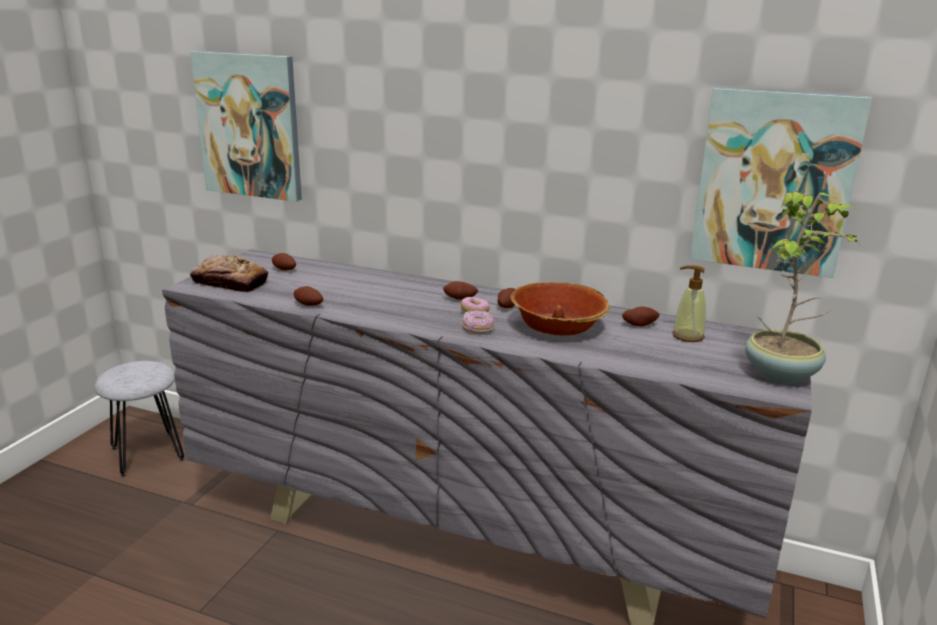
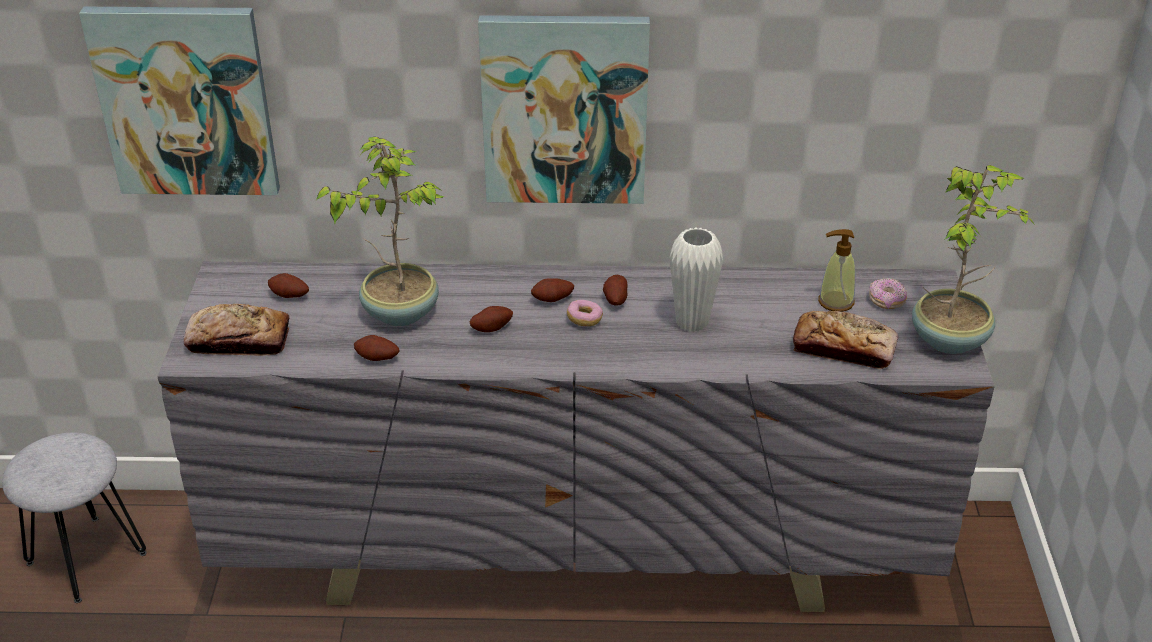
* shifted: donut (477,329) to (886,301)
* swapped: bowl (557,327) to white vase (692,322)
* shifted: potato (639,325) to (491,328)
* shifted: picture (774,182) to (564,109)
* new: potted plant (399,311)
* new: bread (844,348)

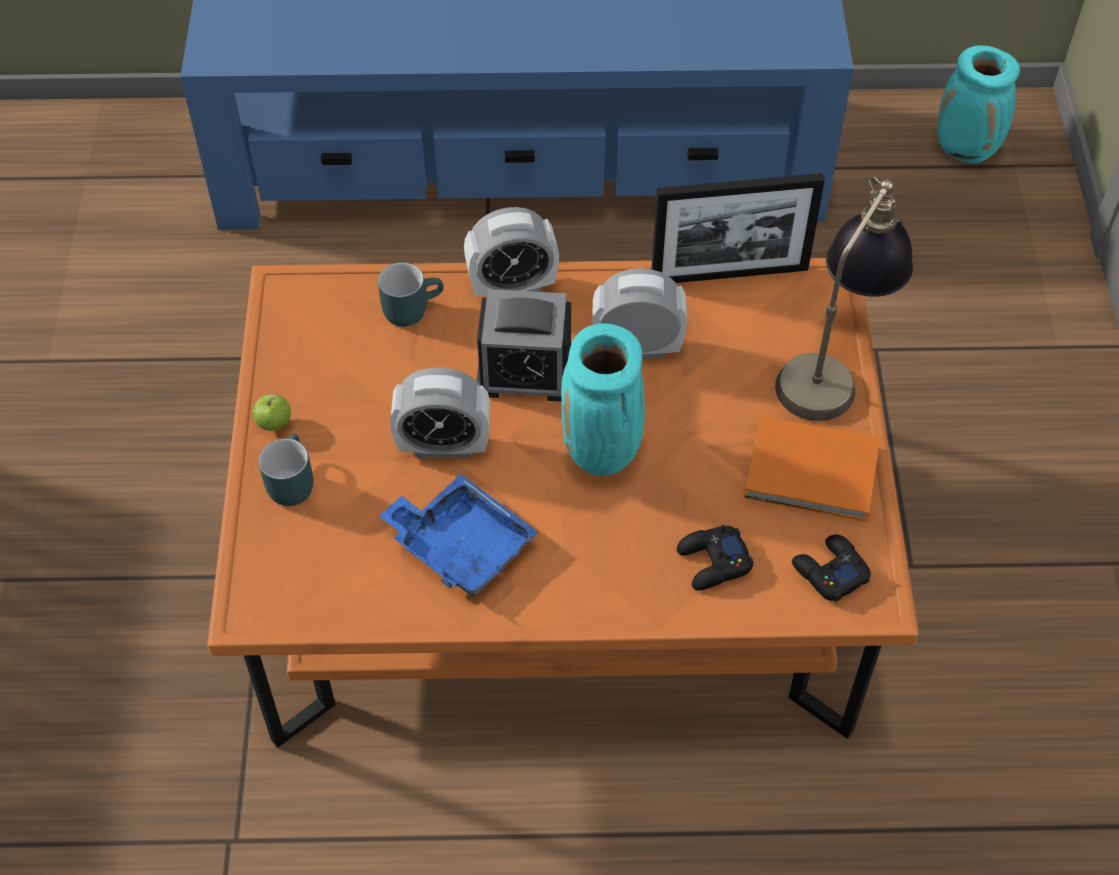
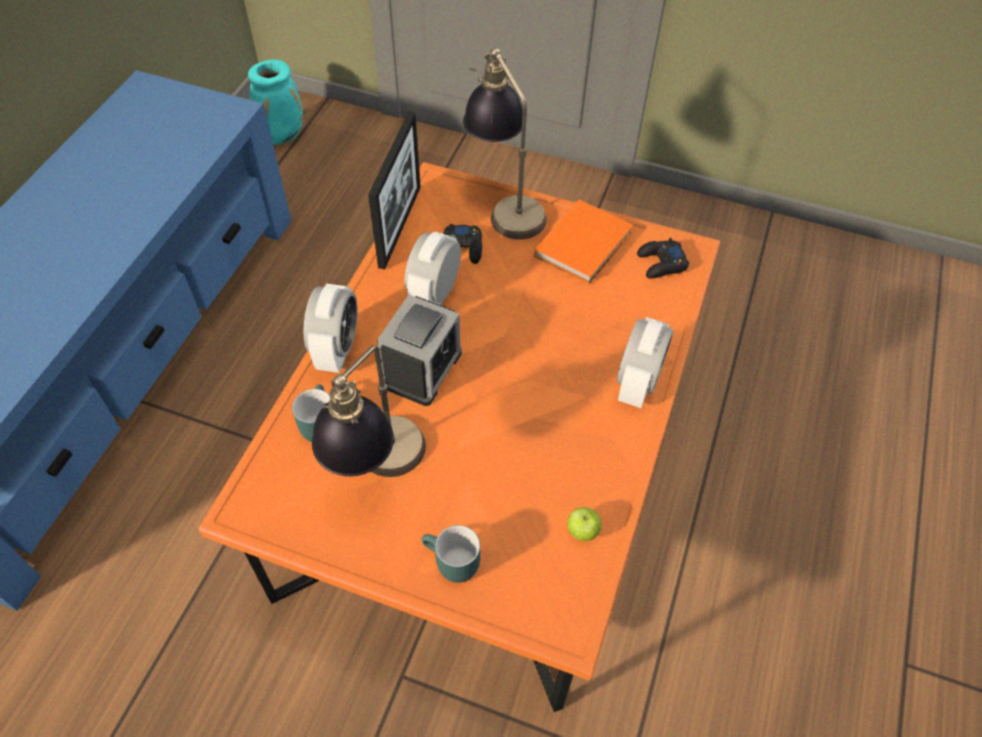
* shifted: apple (274,423) to (582,531)
* gone: blue tray (461,545)
* shifted: alarm clock (443,446) to (637,383)
* gone: turquoise vase (603,454)
* shifted: black game controller (713,563) to (462,248)
* new: table lamp (378,471)

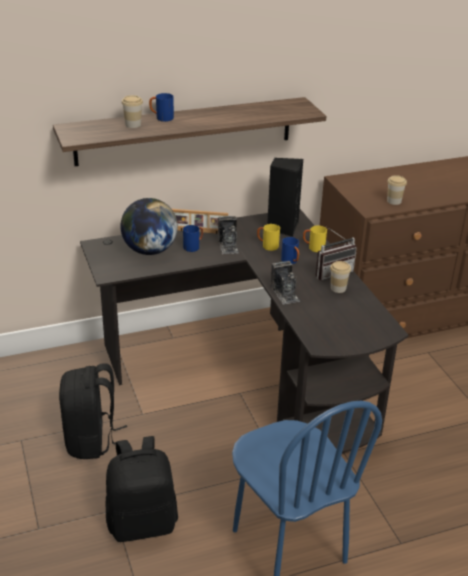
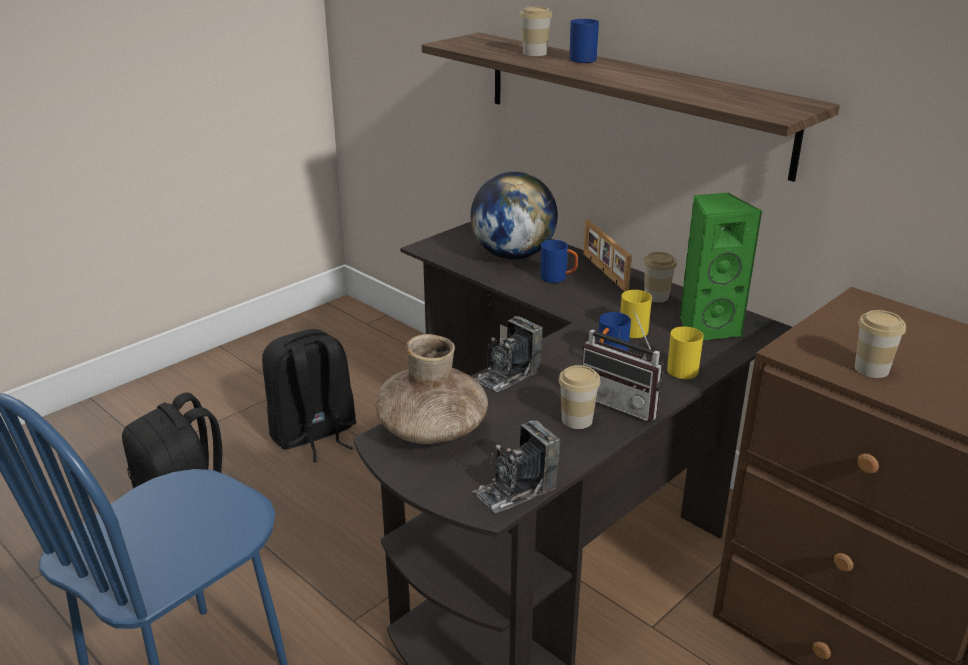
* shifted: photo camera (228,246) to (515,490)
* repainted: black speaker (282,227) to green speaker (707,327)
* new: brown vase (432,429)
* new: cup (656,296)

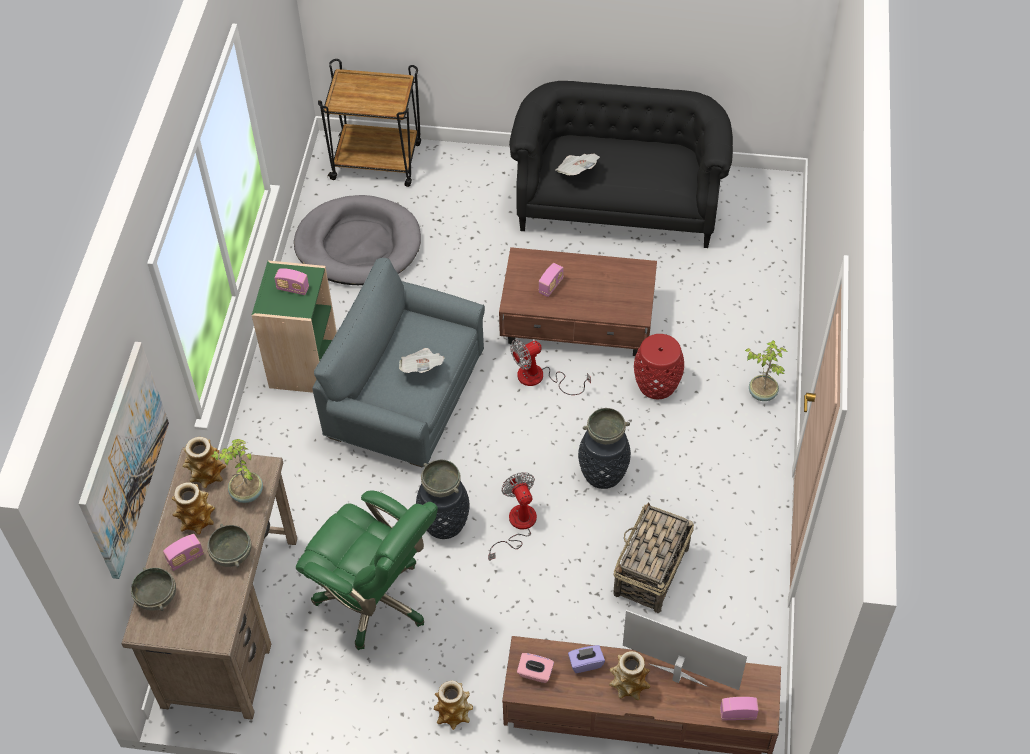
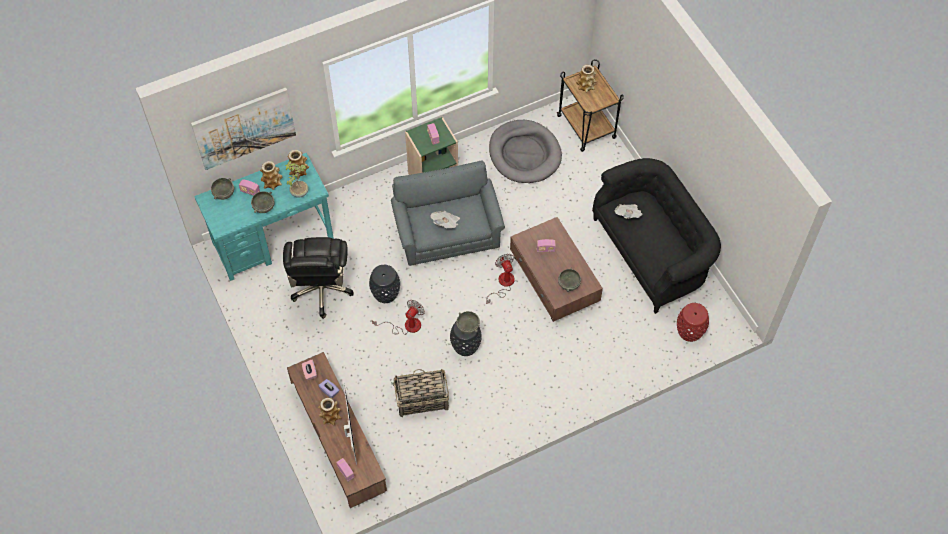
* repainted: brown desk (230,619) to turquoise desk (273,240)
* repainted: green office chair (375,602) to black office chair (321,291)
* shifted: grey bowl (441,487) to (568,284)
* shifted: vase (454,713) to (586,86)
* rotated: fan (540,378) = (503,284) 45 degrees clockwise
* shifted: red stool (657,384) to (689,331)
* gone: potted plant (762,393)

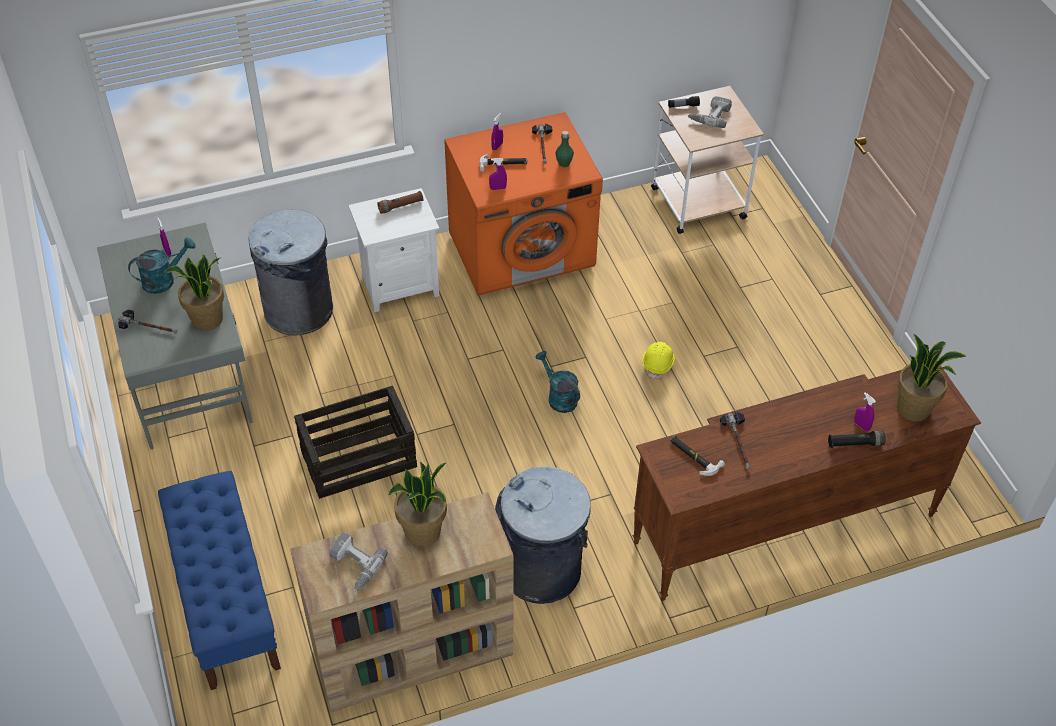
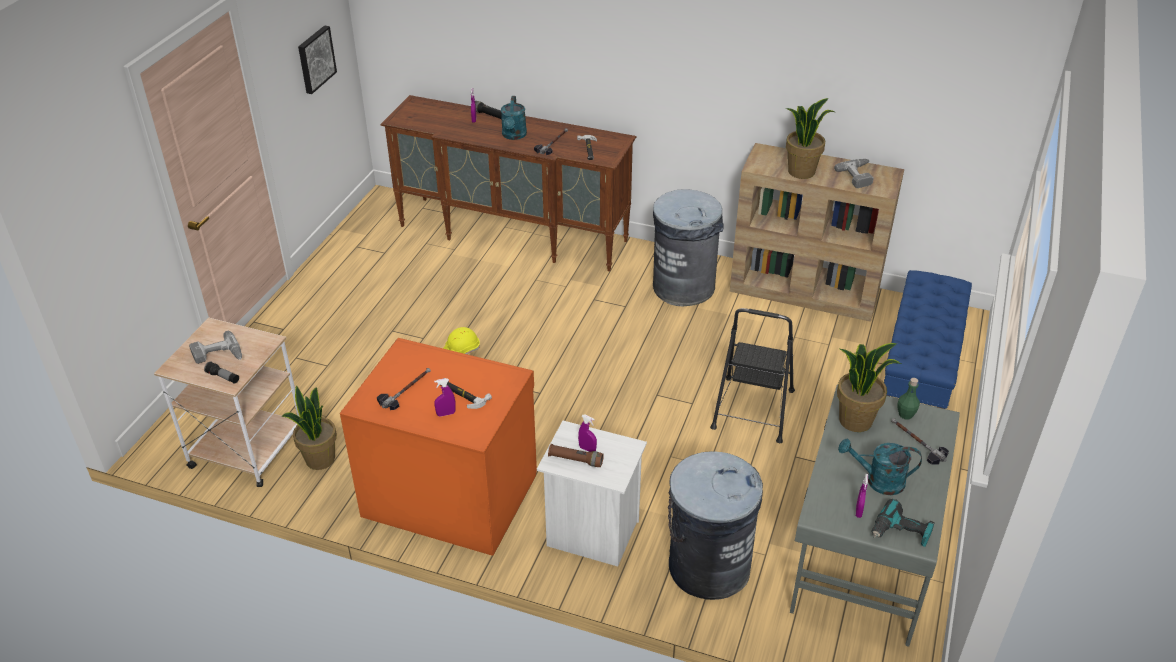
* swapped: crate (359,459) to black step ladder (752,410)
* shifted: purple spray bottle (498,188) to (587,449)
* shifted: turquoise watering can (558,397) to (514,136)
* shifted: green bottle (564,163) to (905,415)
* shifted: potted plant (914,408) to (319,459)
* new: picture (315,59)
* new: power drill (901,533)

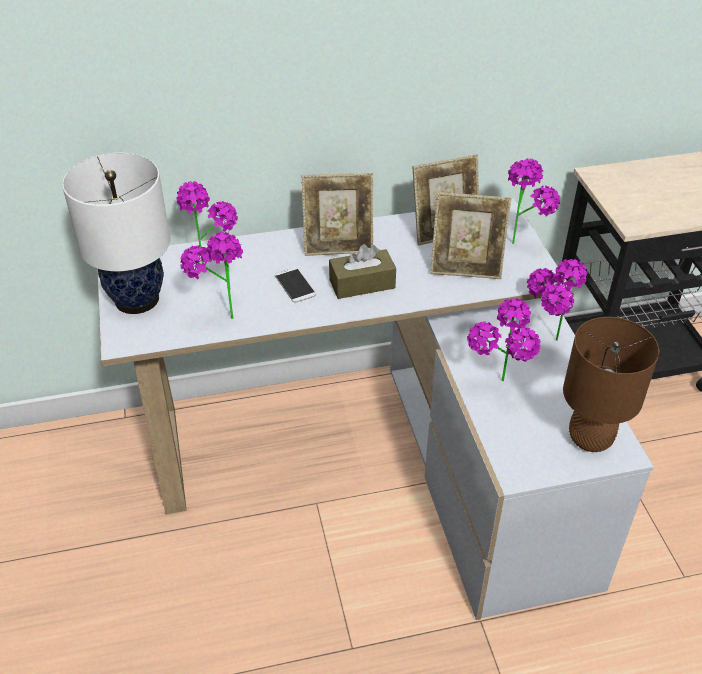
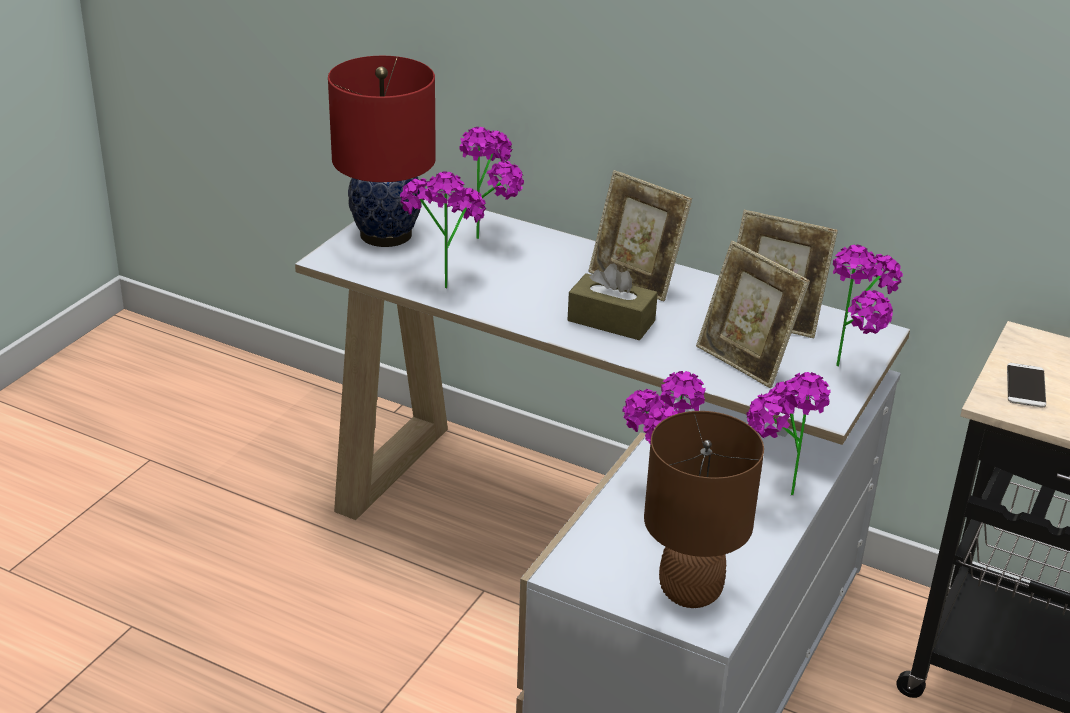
* repainted: white table lamp (137,299) to red table lamp (386,234)
* shifted: phone (295,285) to (1025,386)

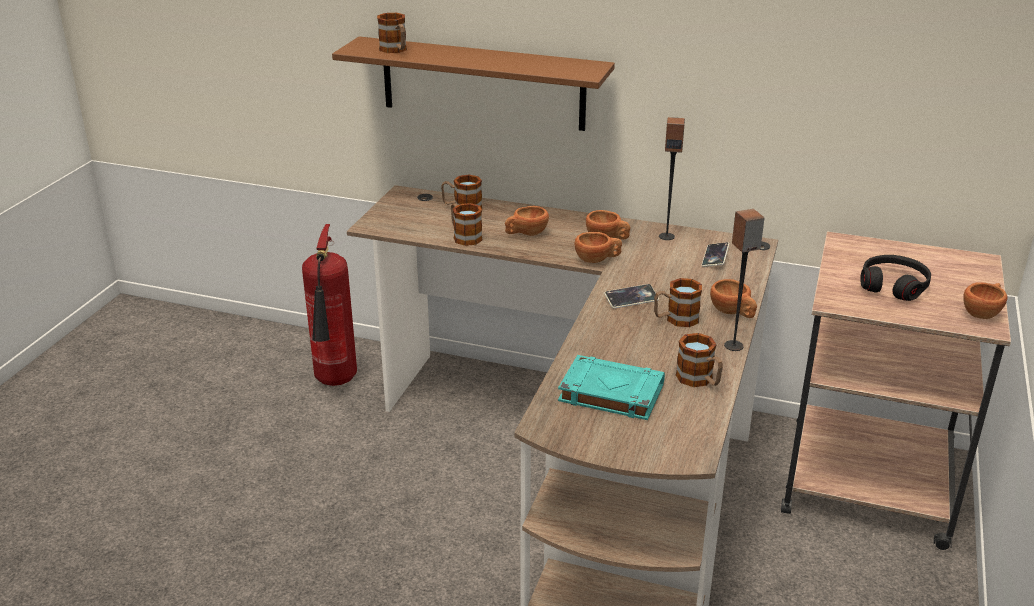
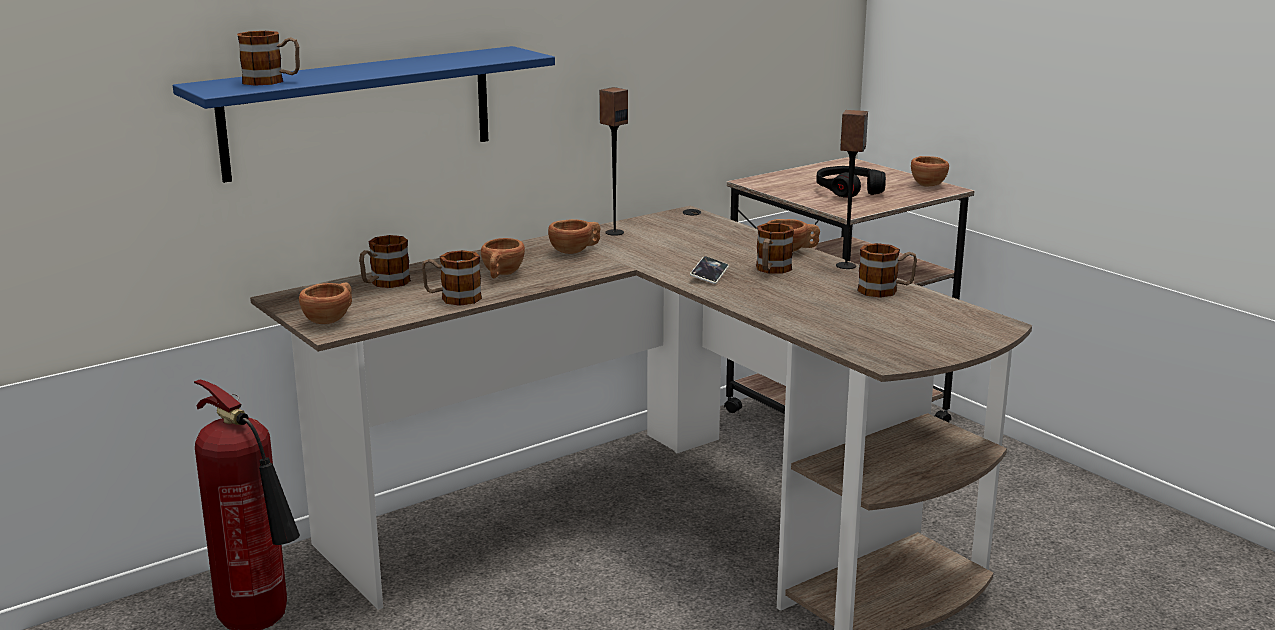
* repainted: brown shelf (482,83) to blue shelf (359,112)
* gone: turquoise book (610,393)
* shifted: brown cup (597,260) to (331,319)
* gone: phone (715,257)

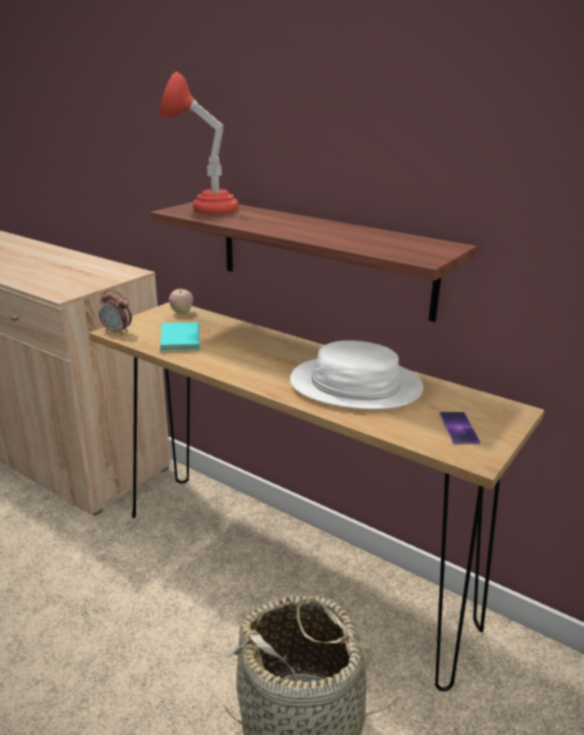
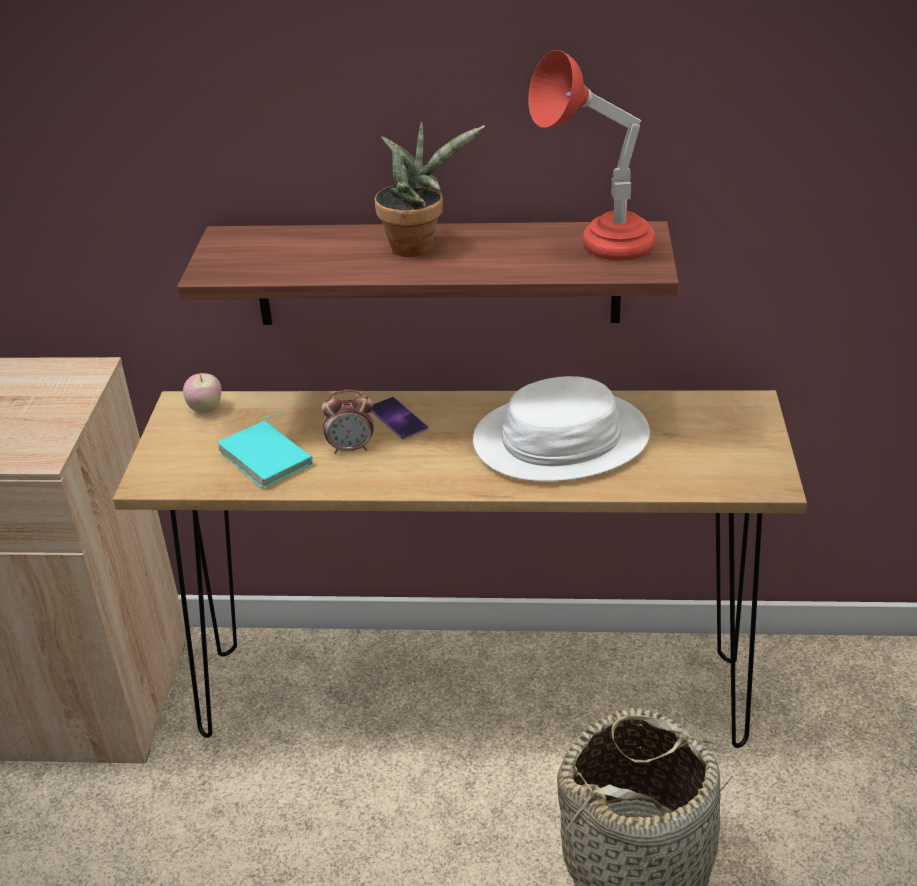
* shifted: alarm clock (117,332) to (351,448)
* shifted: red table lamp (203,208) to (597,248)
* shifted: phone (459,428) to (398,418)
* new: potted plant (417,246)

